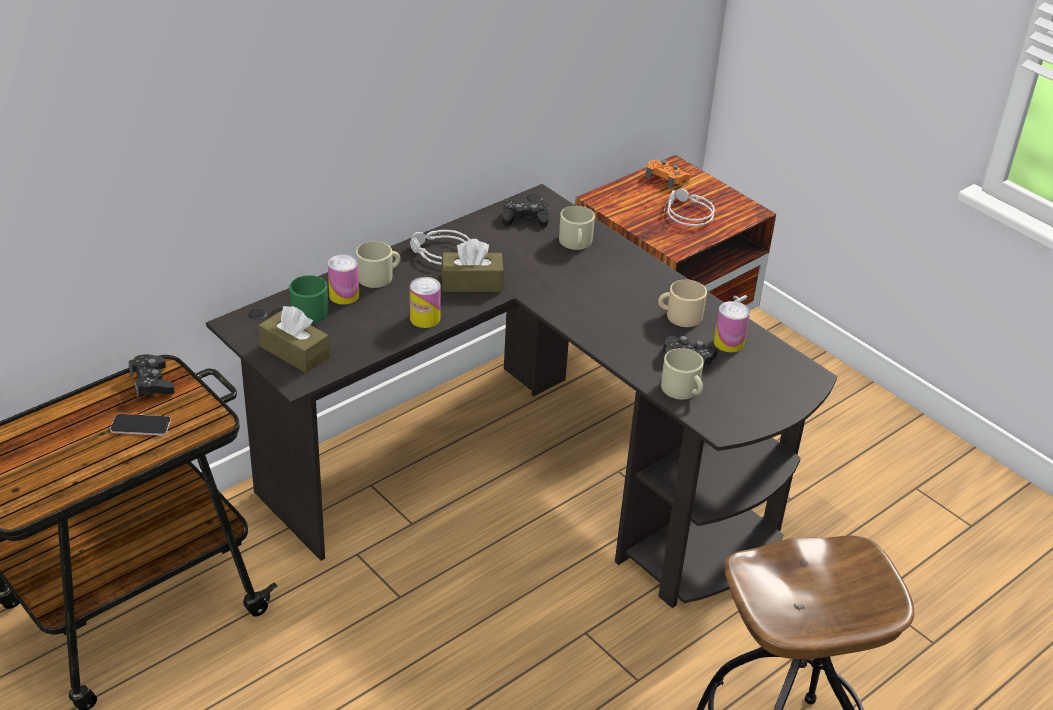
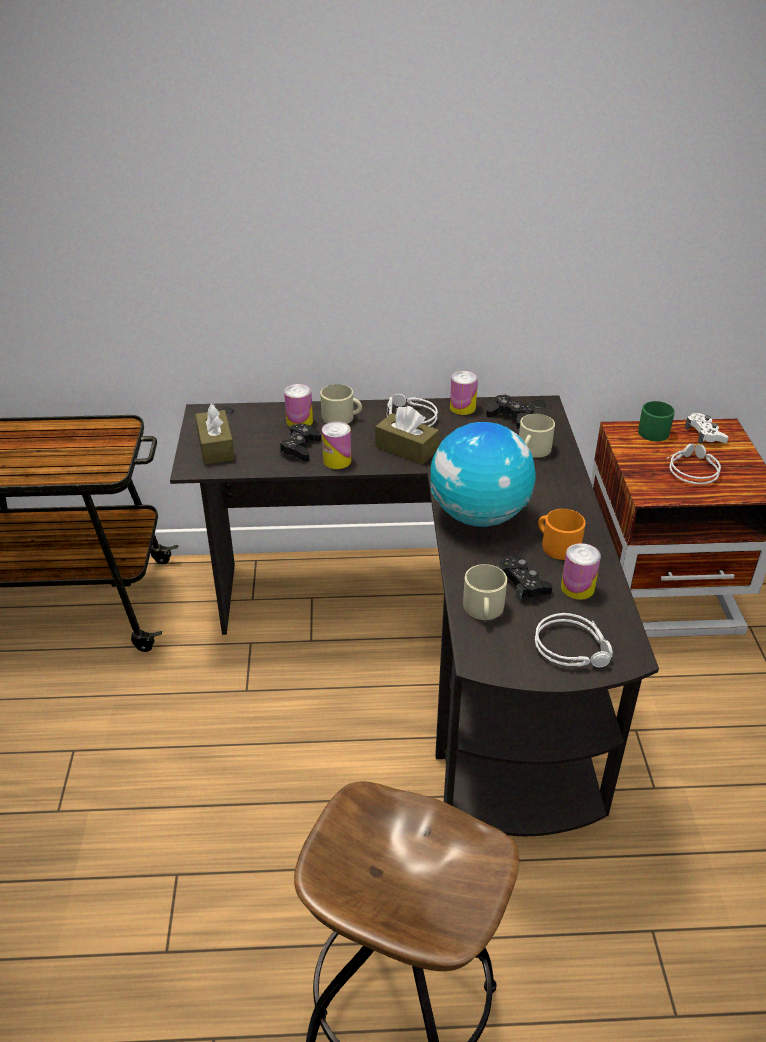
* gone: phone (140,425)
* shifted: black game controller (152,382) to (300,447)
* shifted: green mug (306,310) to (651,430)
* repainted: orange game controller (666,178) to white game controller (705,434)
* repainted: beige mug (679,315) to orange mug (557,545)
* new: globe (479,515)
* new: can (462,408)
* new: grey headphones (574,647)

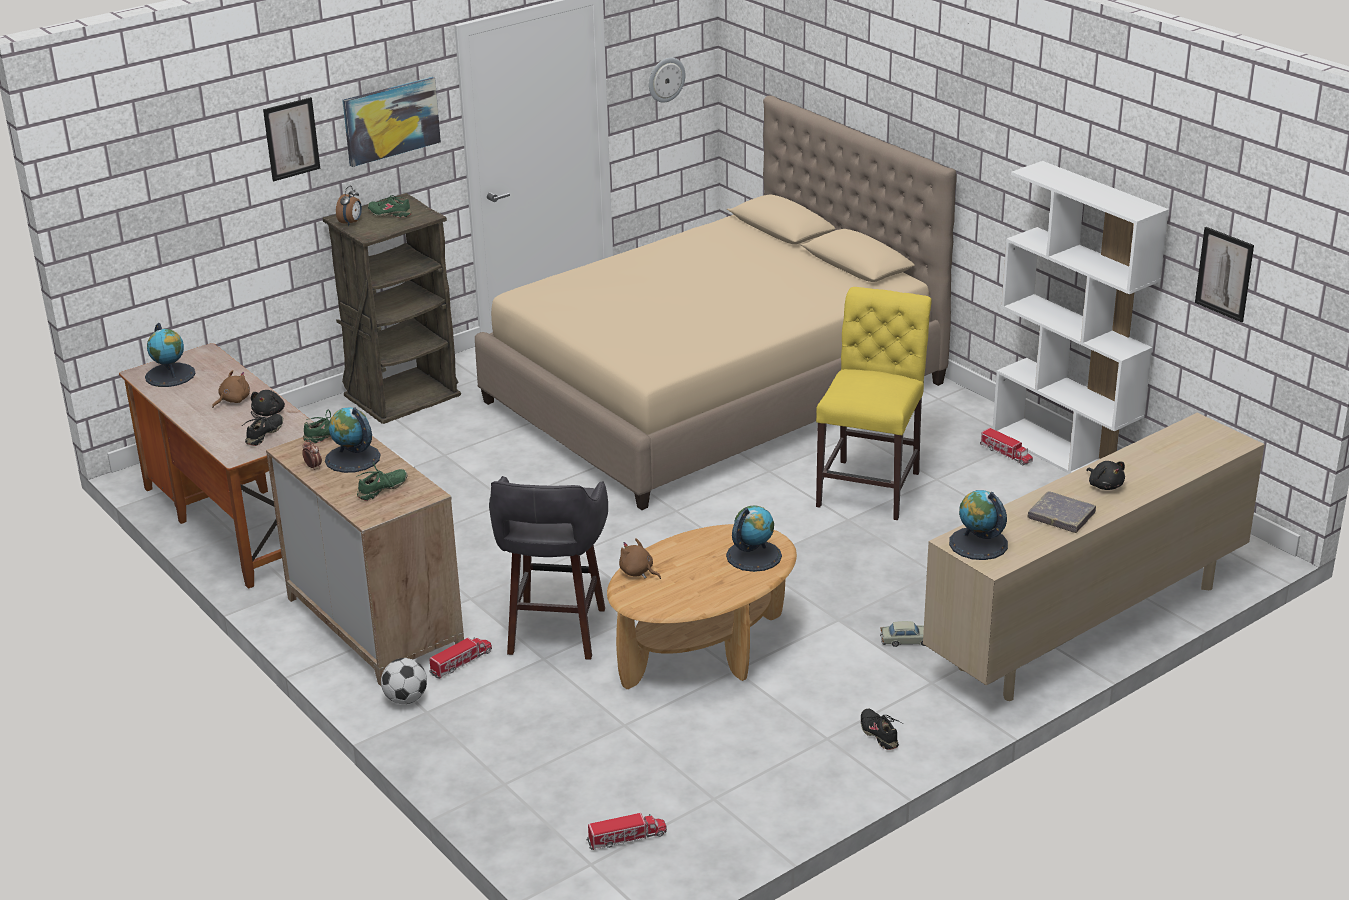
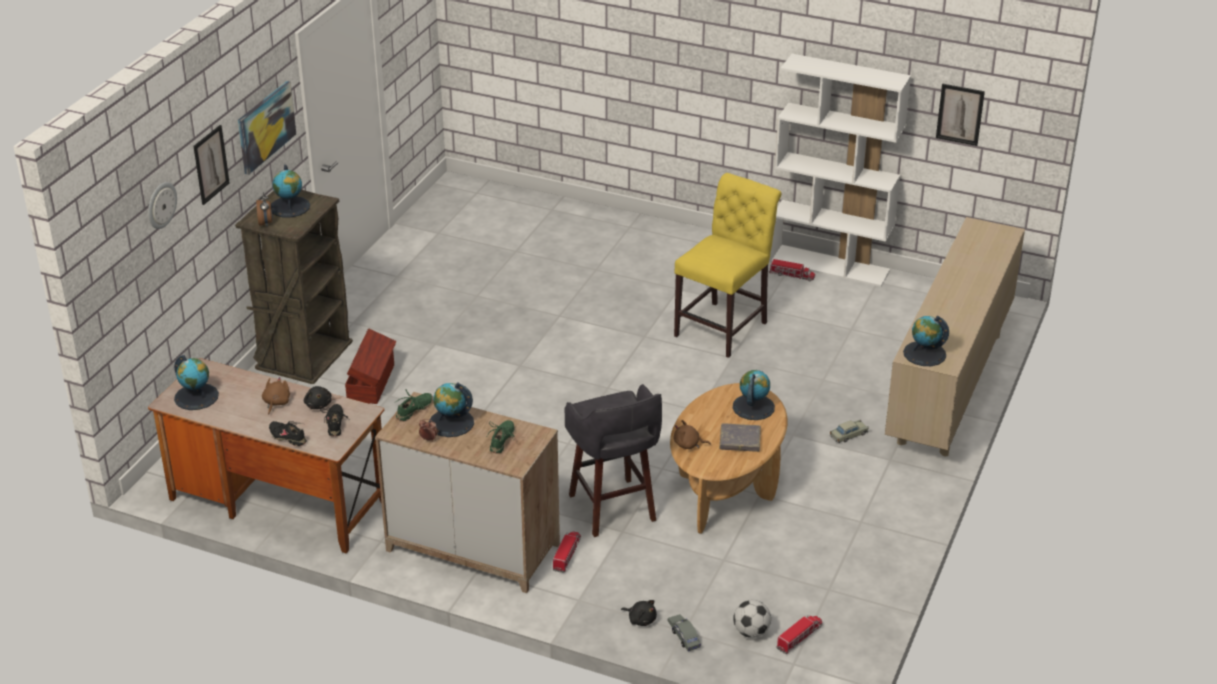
* swapped: green shoe (390,214) to globe (290,207)
* shifted: football (405,699) to (751,632)
* gone: beige bed (715,392)
* shifted: wall clock (666,79) to (161,205)
* rotated: yellow chair (871,485) = (724,327) 45 degrees clockwise
* shifted: black shoe (879,734) to (288,437)
* shifted: grey book (1061,516) to (740,440)
* shifted: black plush toy (1105,485) to (641,619)
* new: brown storage box (372,382)
* new: grey toy car (683,636)

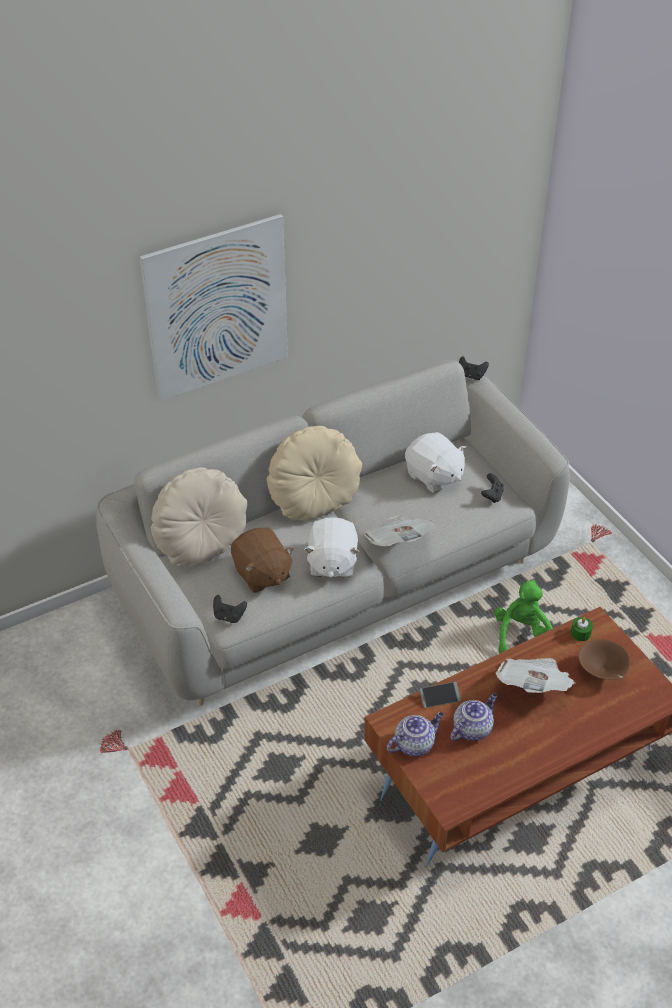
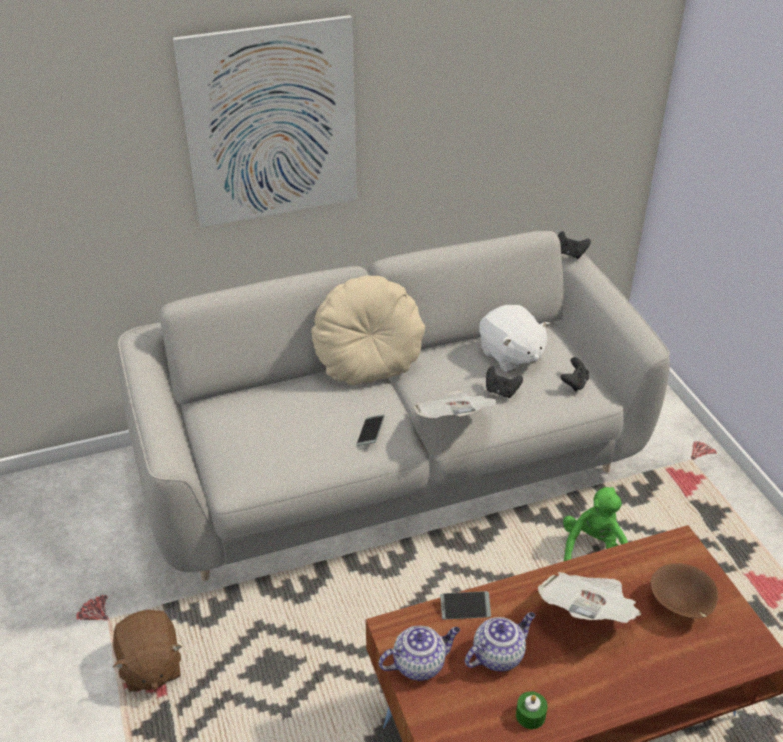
* gone: beige pillow (202,548)
* shifted: black game controller (229,616) to (501,391)
* shifted: brown plush toy (261,574) to (150,666)
* swapped: white plush toy (331,563) to phone (370,433)
* shifted: green candle (580,633) to (530,715)

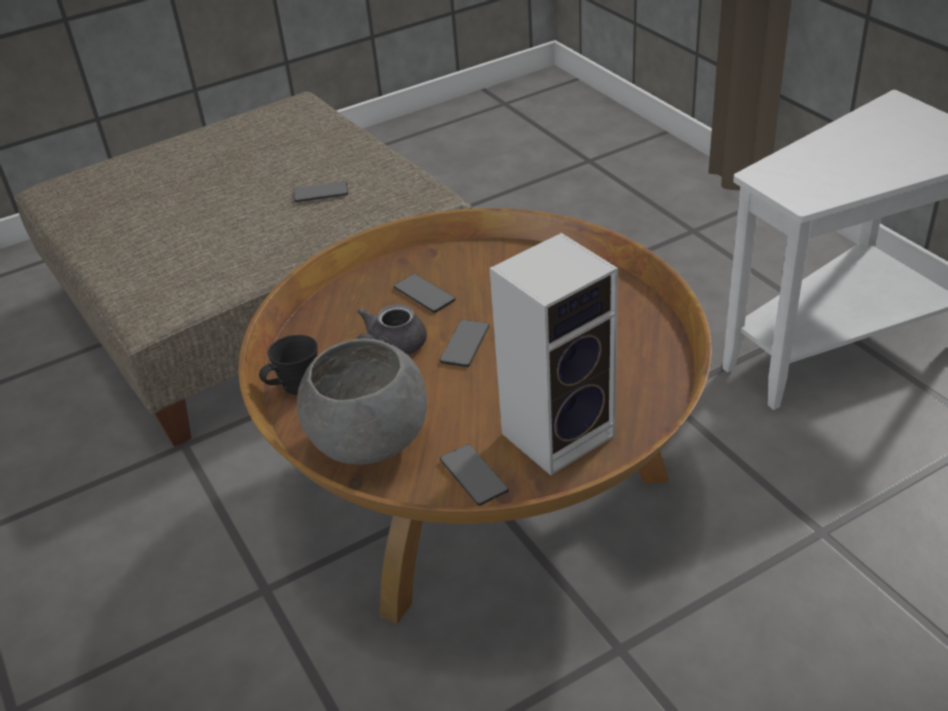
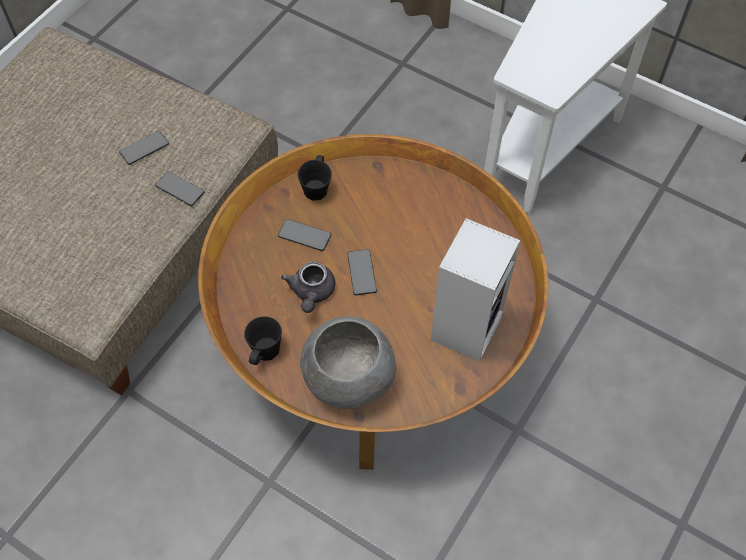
* shifted: phone (473,475) to (180,189)
* new: black mug (316,189)

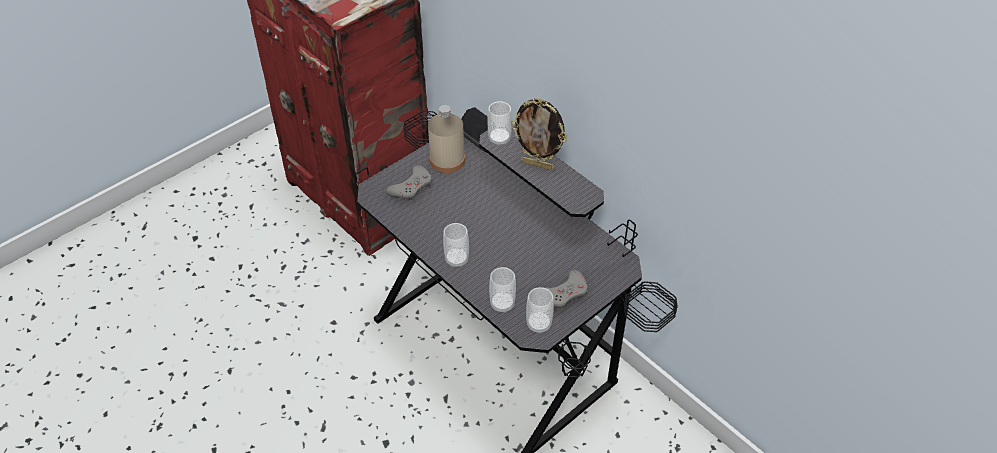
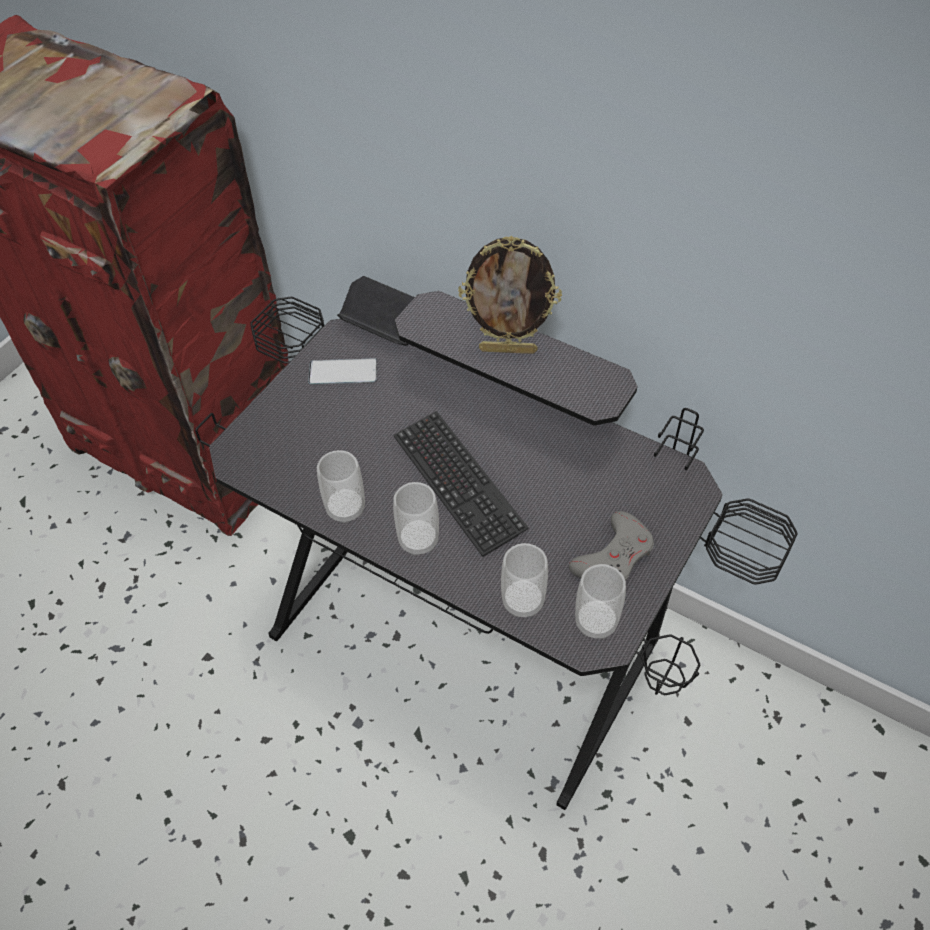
* gone: grey game controller (411,187)
* swapped: beige bottle (447,160) to phone (343,372)
* shifted: cup (499,139) to (345,508)
* new: keyboard (458,483)

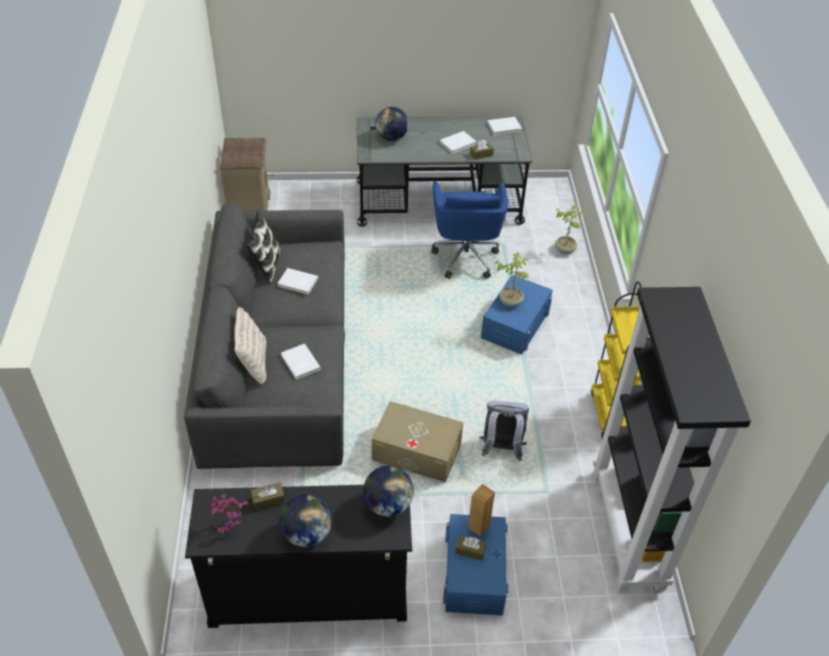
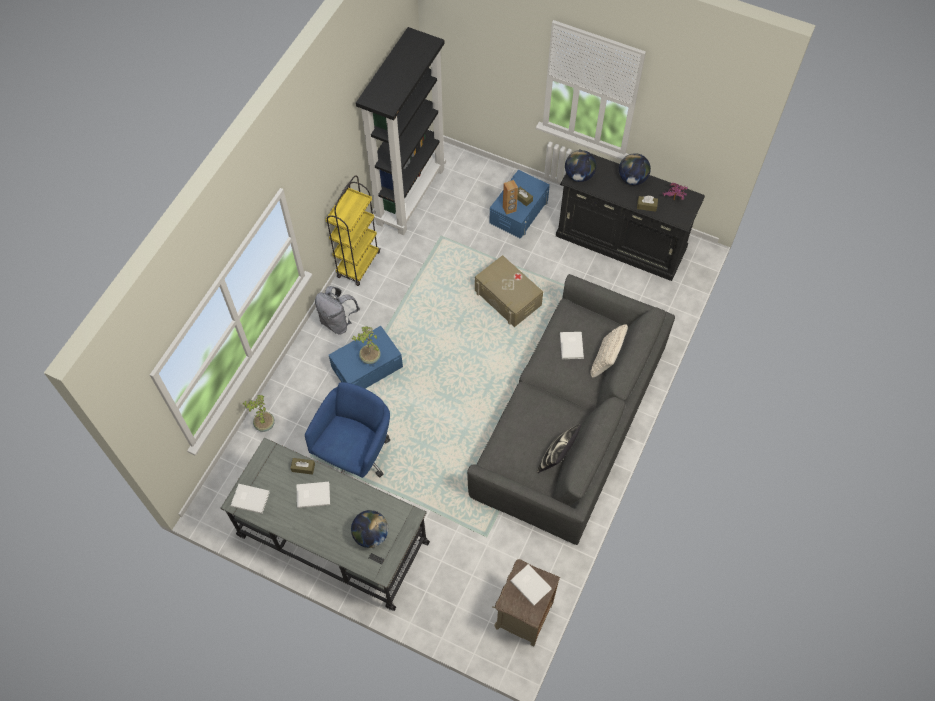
* shifted: white book (298,283) to (531,584)
* shifted: grey backpack (501,449) to (338,322)

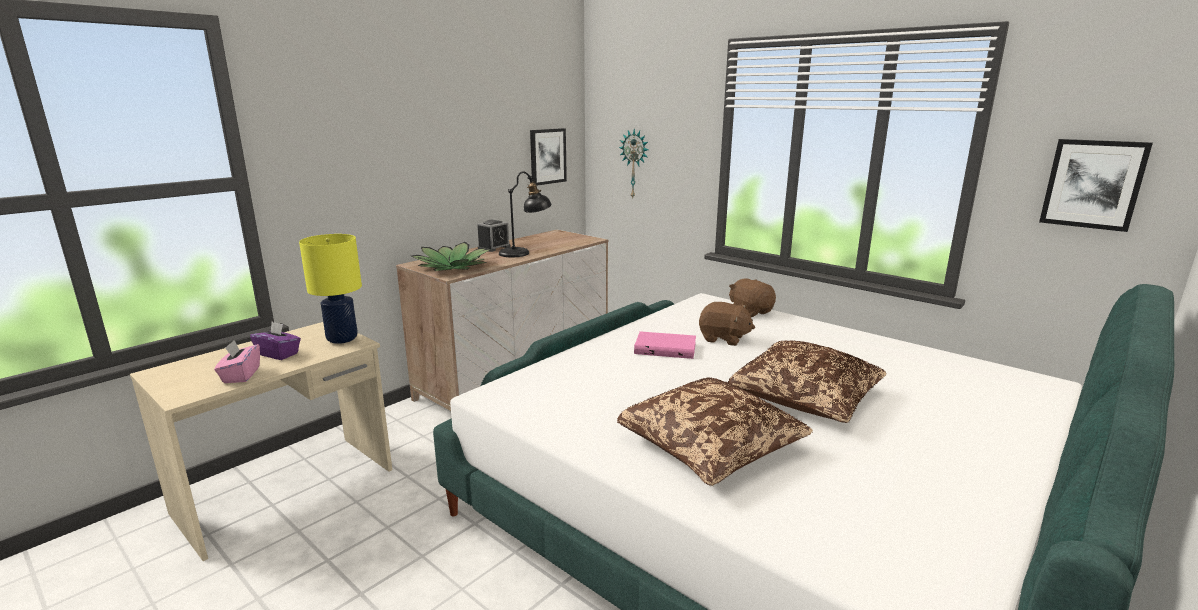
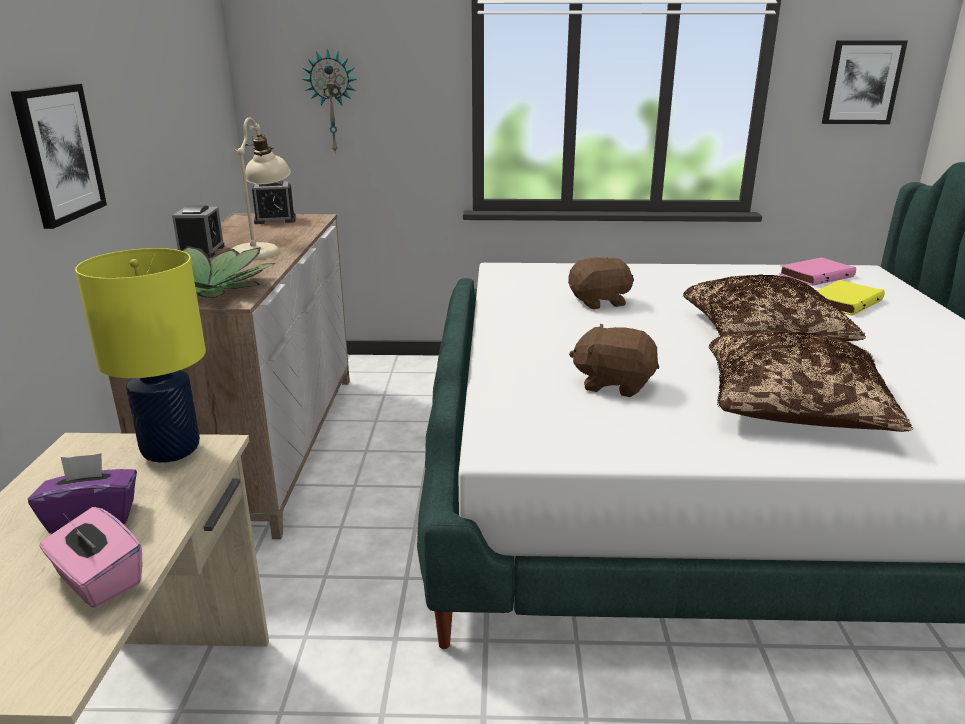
* repainted: black table lamp (525,251) to beige table lamp (263,247)
* shifted: picture (547,156) to (59,154)
* shifted: pink book (666,348) to (815,275)
* shifted: brown plush toy (750,312) to (614,384)
* new: alarm clock (275,220)
* new: yellow book (843,301)

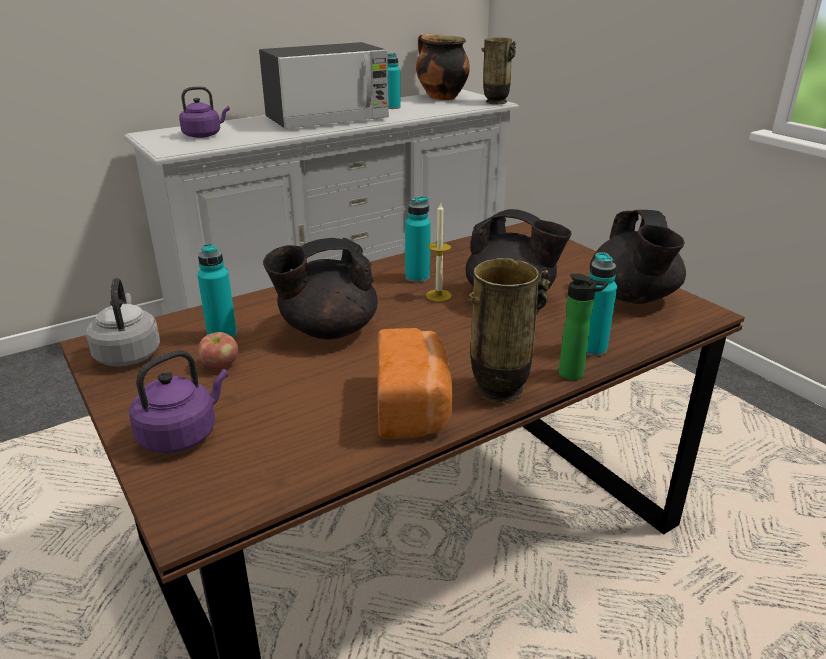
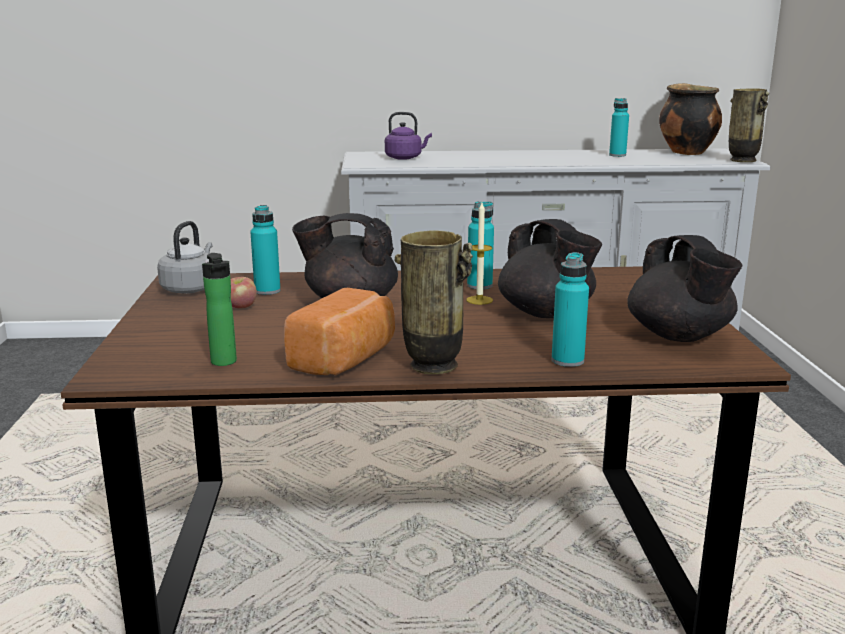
* gone: purple kettle (182,434)
* gone: microwave (328,119)
* shifted: bottle (574,375) to (224,363)
* rotated: black teapot (633,297) = (679,336) 45 degrees counterclockwise

